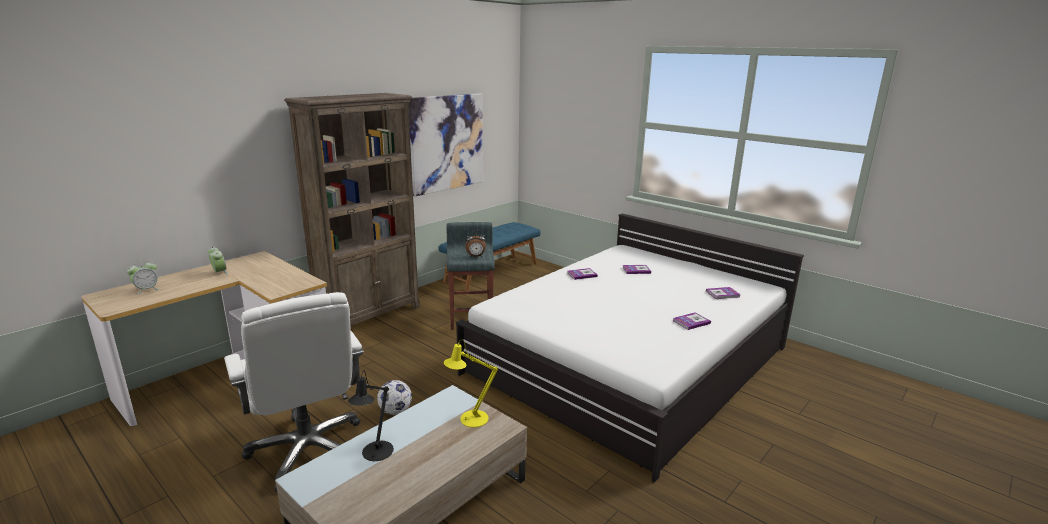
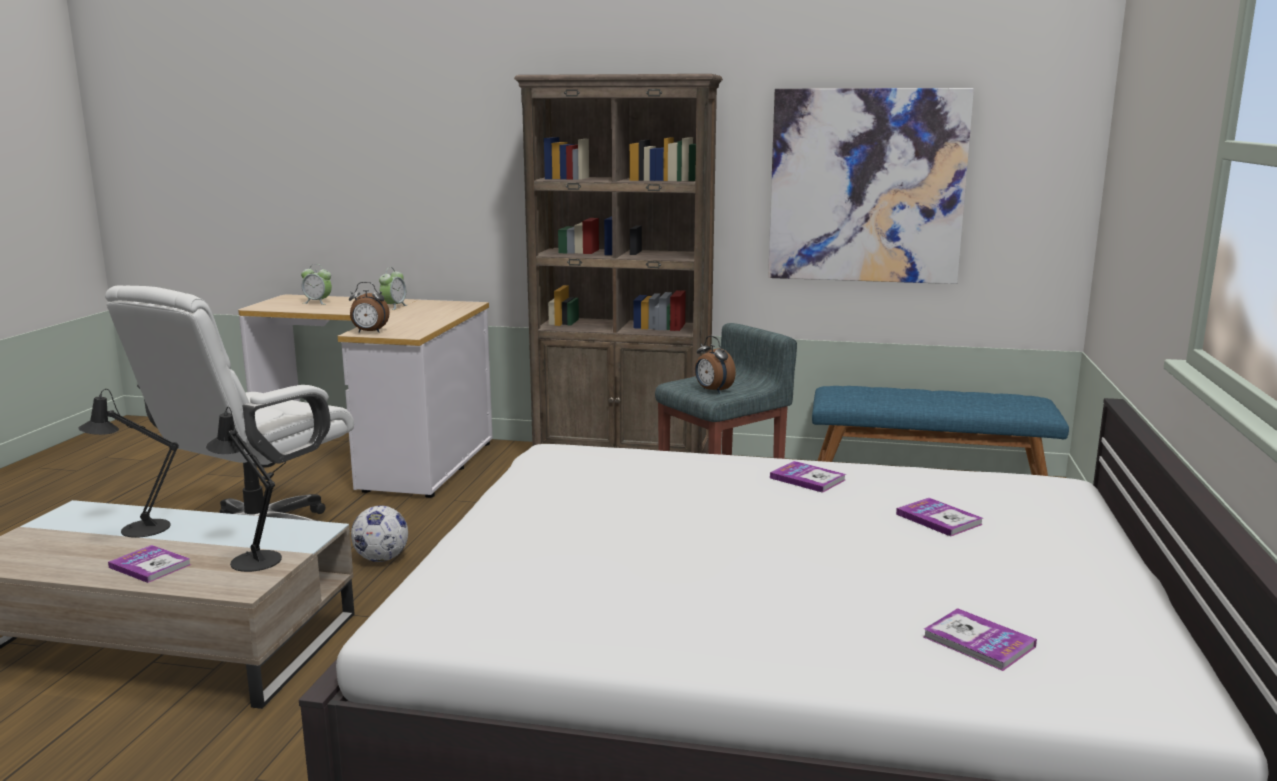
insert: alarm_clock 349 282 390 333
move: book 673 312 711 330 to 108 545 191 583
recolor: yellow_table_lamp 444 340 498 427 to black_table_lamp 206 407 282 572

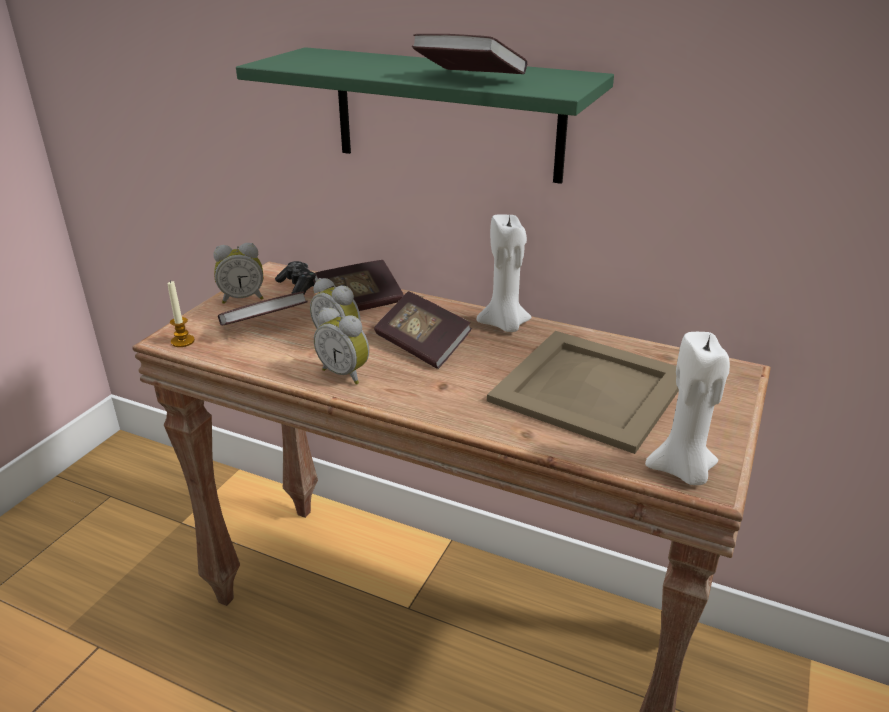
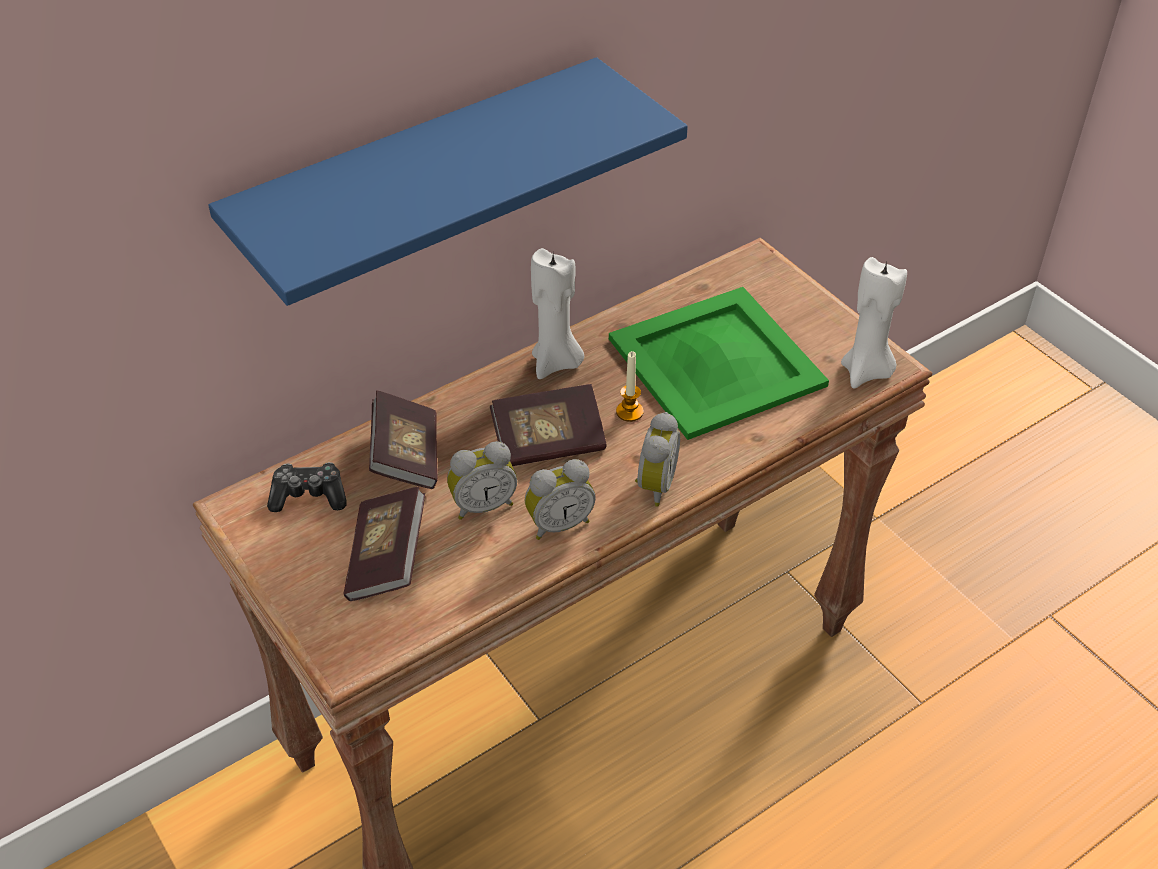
delete: book 412 34 527 74
move: candle 168 280 195 347 to 616 351 644 422; alarm_clock 213 243 263 304 to 635 412 680 507
recolor: green_shelf 236 47 614 184 to blue_shelf 208 57 688 306; beige_tray 487 331 679 454 to green_tray 609 287 829 440

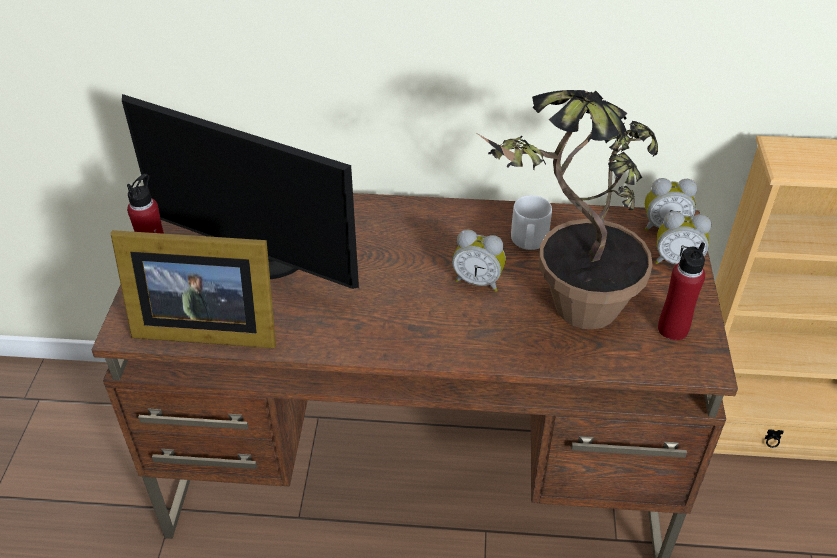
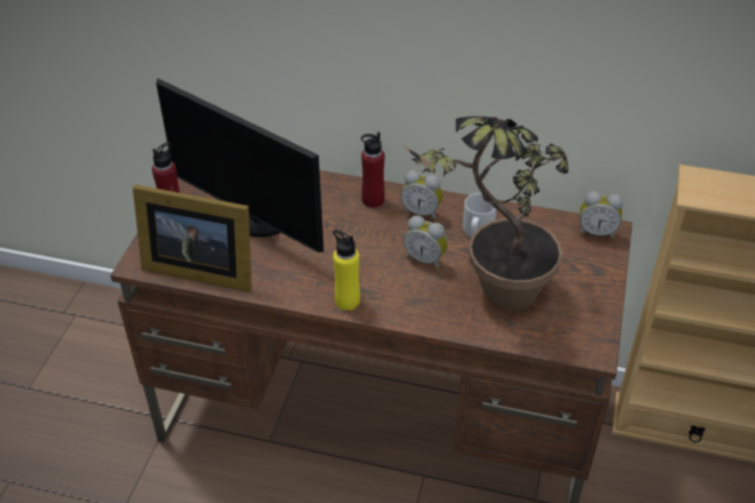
insert: yellow_bottle 333 230 360 311
move: alarm_clock 655 211 711 265 to 401 170 443 220; red_bottle 658 242 705 340 to 361 132 385 208

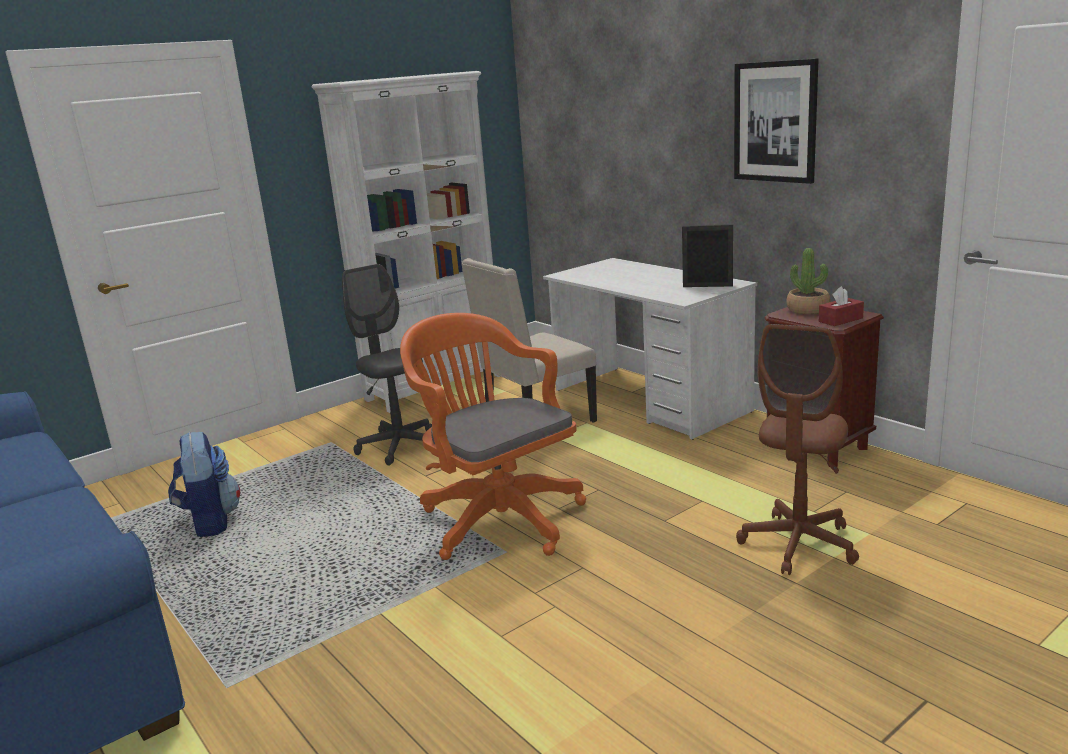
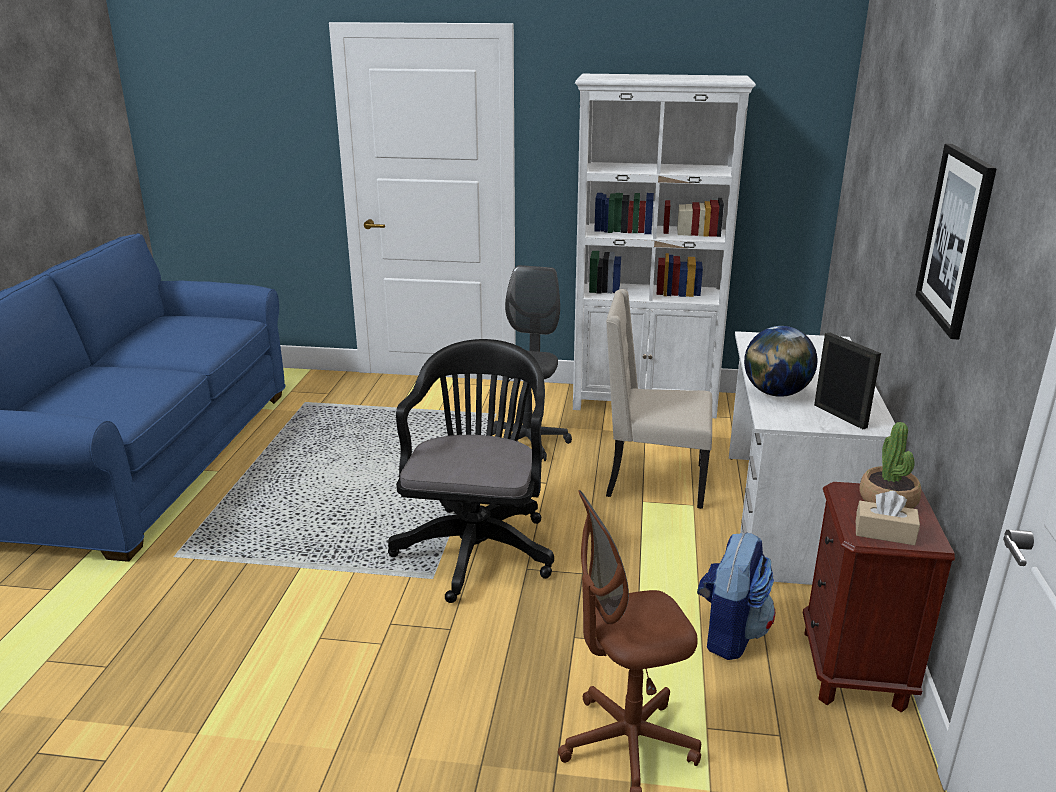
insert: globe 744 326 817 397
move: backpack 168 432 241 537 to 697 532 775 660
recolor: orange_office_chair 400 313 586 560 to black_office_chair 388 339 554 603; red_tissue_box 819 286 864 326 to beige_tissue_box 856 491 920 545

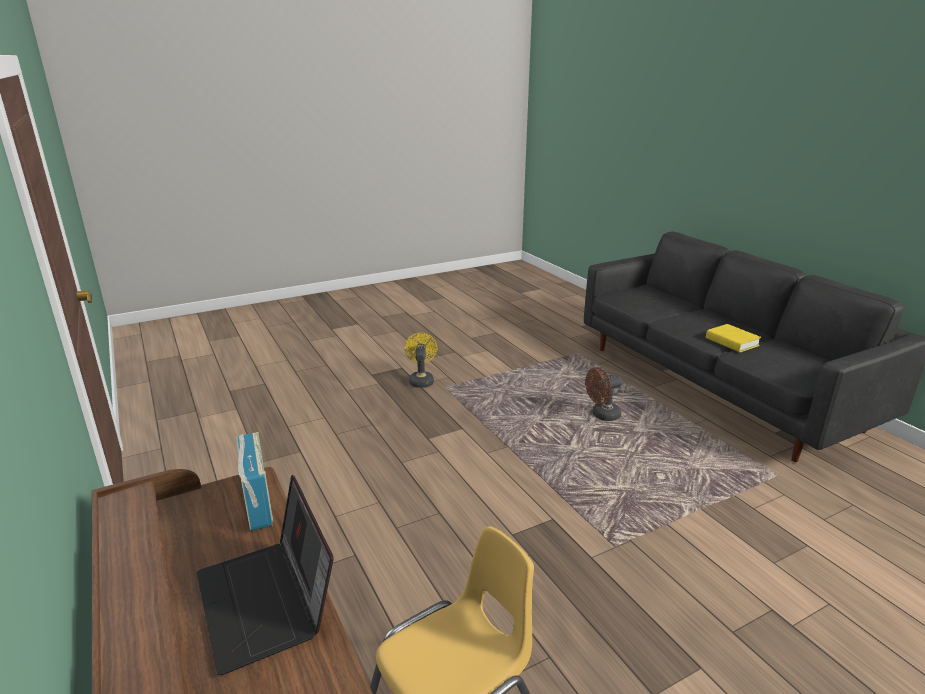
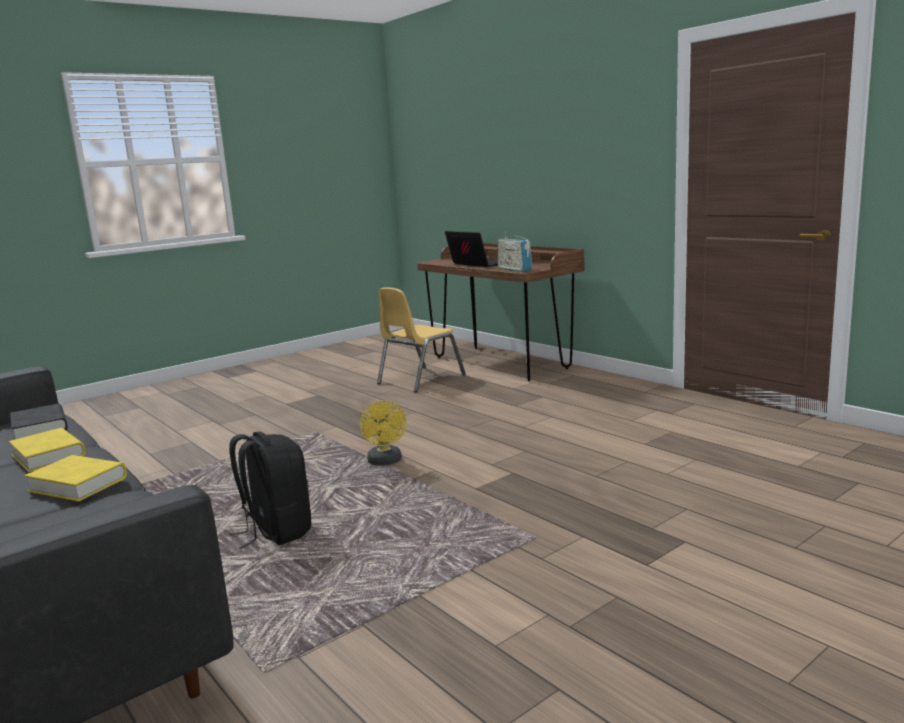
insert: black_book 10 404 68 440; yellow_book 24 455 127 502
move: yellow_fan 404 333 437 388 to 360 401 407 465
replace: brown_fan 585 368 622 421 to black_backpack 229 432 311 549

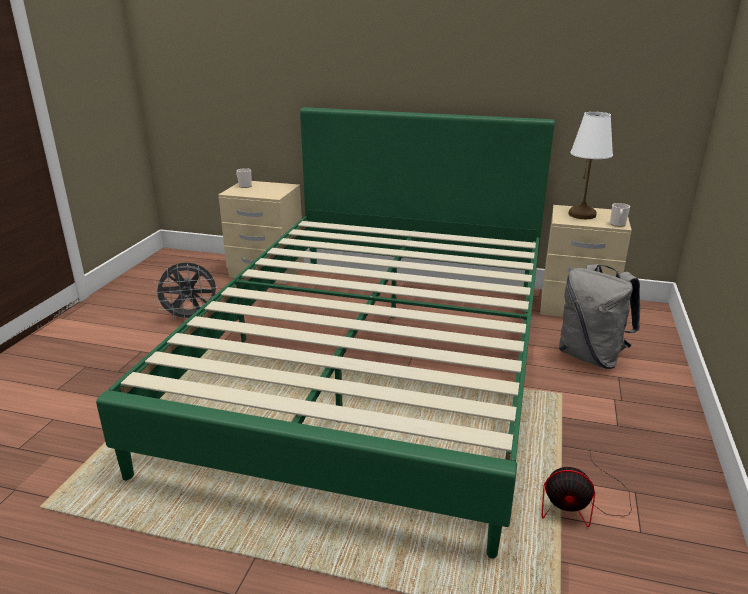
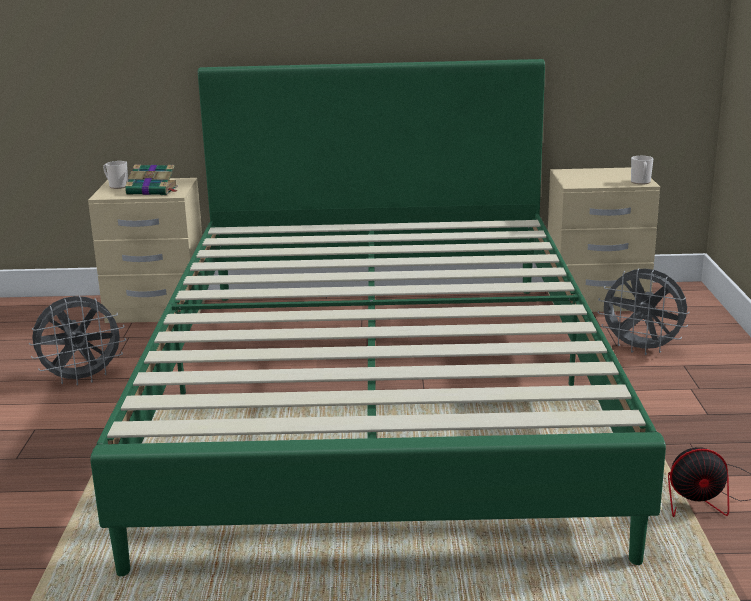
delete: white_table_lamp 568 112 613 219
insert: book 125 164 178 195
replace: grey_backpack 559 264 640 369 to grey_fan 597 268 689 355

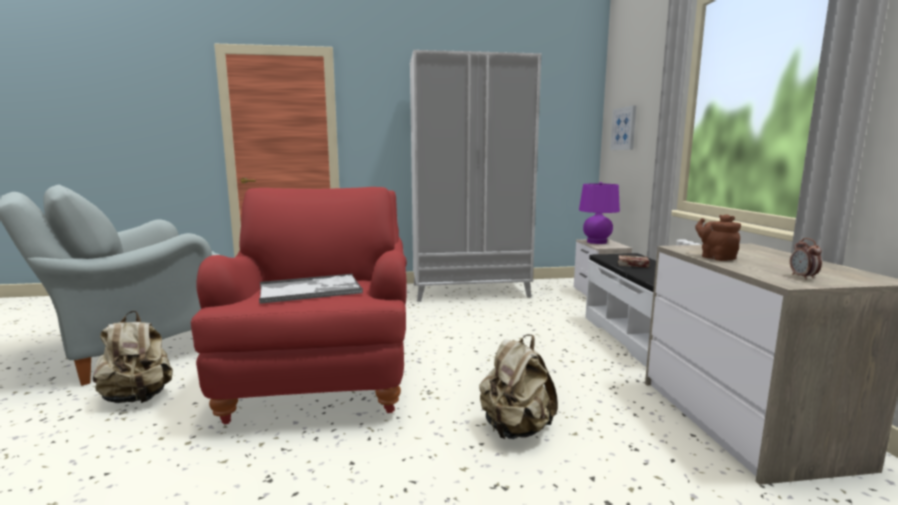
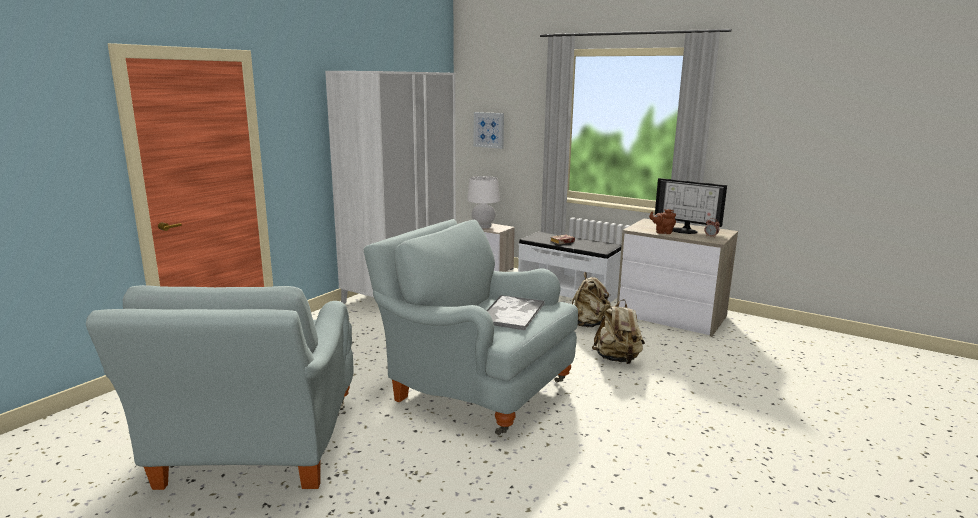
insert: monitor 655 178 727 234
move: beige_backpack 93 311 173 403 to 572 272 611 327
recolor: red_armchair 191 187 407 424 to grey_armchair 364 219 578 435; purple_table_lamp 579 182 620 244 to white_table_lamp 467 176 500 228

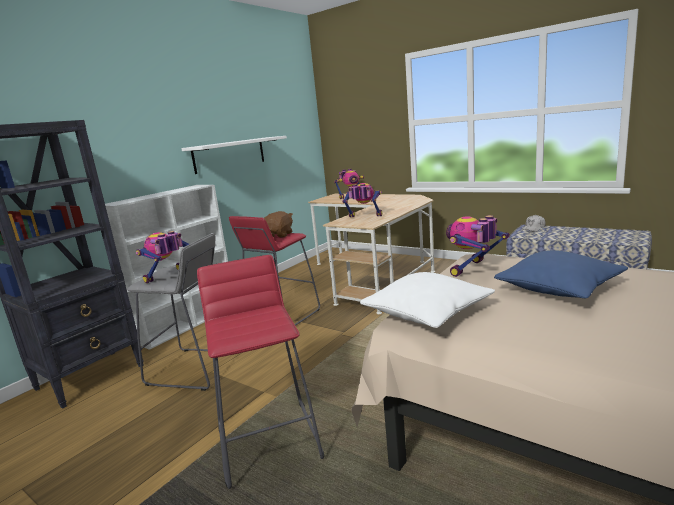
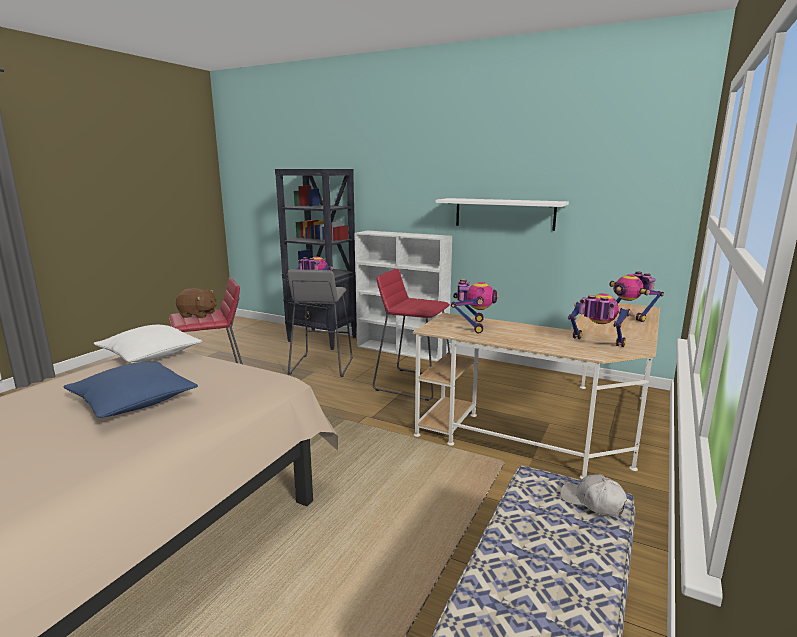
move: brown_plush_toy 264 211 293 237 to 176 288 217 318; toy_robot 446 215 510 277 to 568 294 632 347

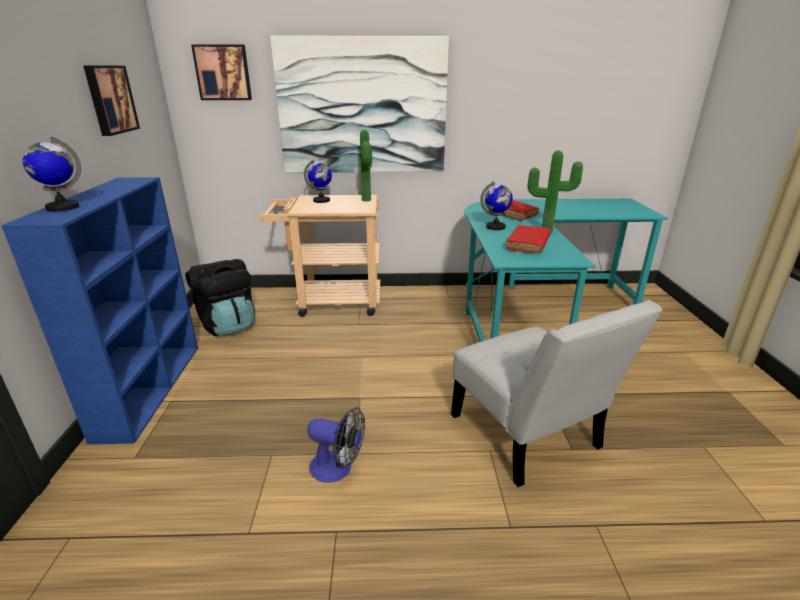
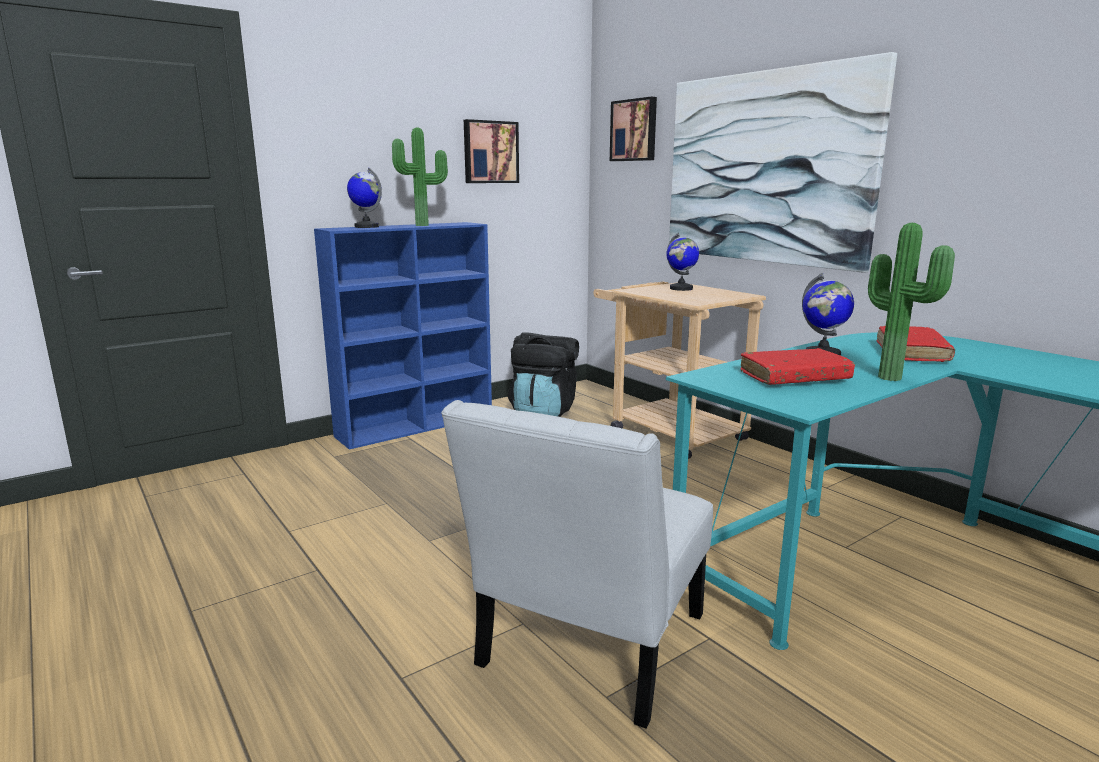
delete: fan 307 407 365 483
move: potted_plant 360 130 372 202 to 392 128 448 226

